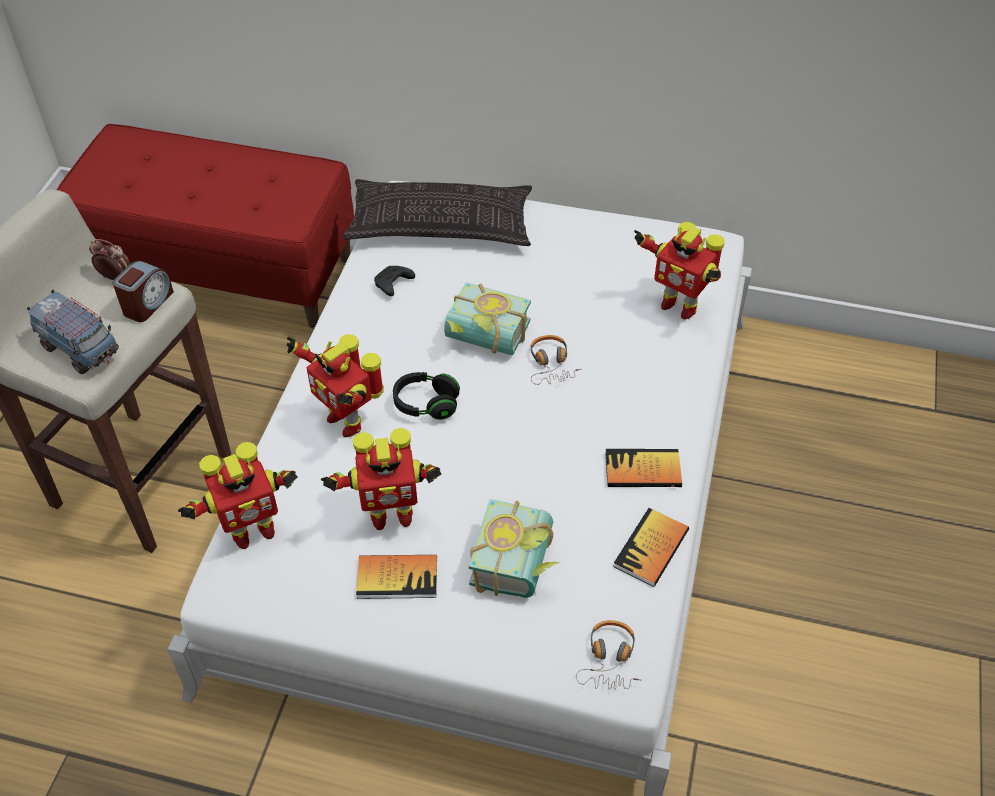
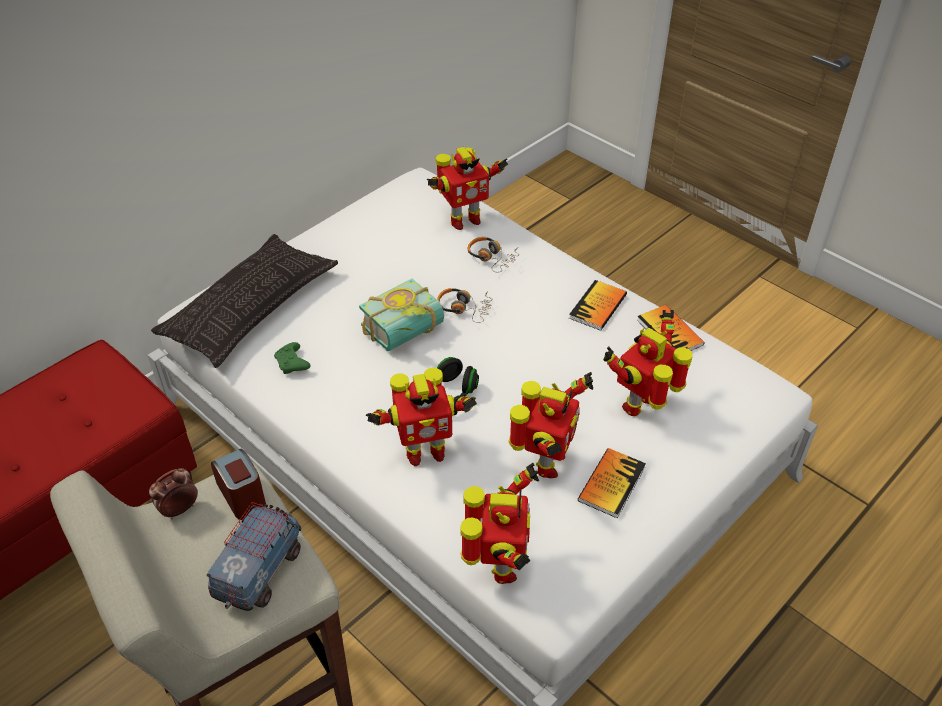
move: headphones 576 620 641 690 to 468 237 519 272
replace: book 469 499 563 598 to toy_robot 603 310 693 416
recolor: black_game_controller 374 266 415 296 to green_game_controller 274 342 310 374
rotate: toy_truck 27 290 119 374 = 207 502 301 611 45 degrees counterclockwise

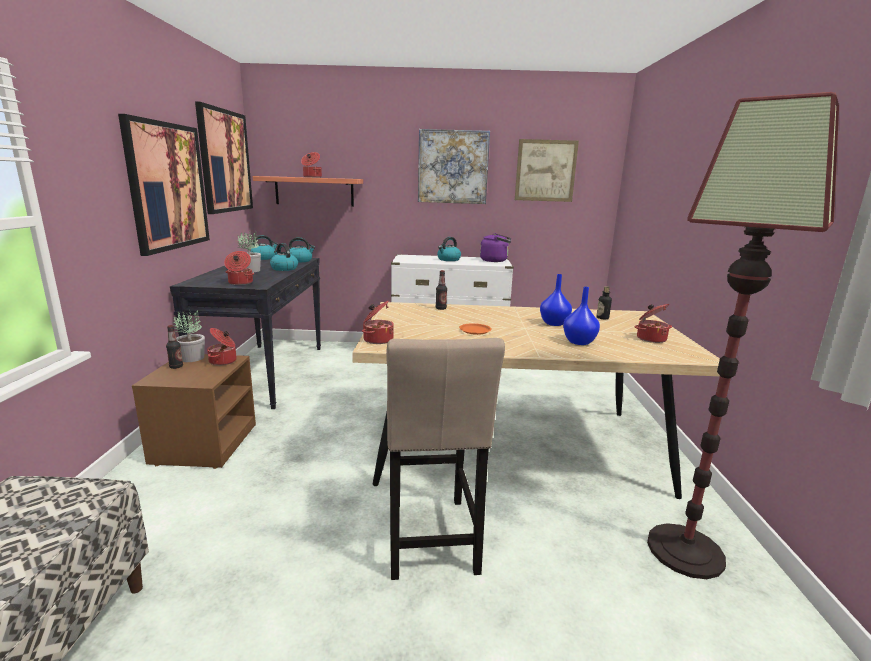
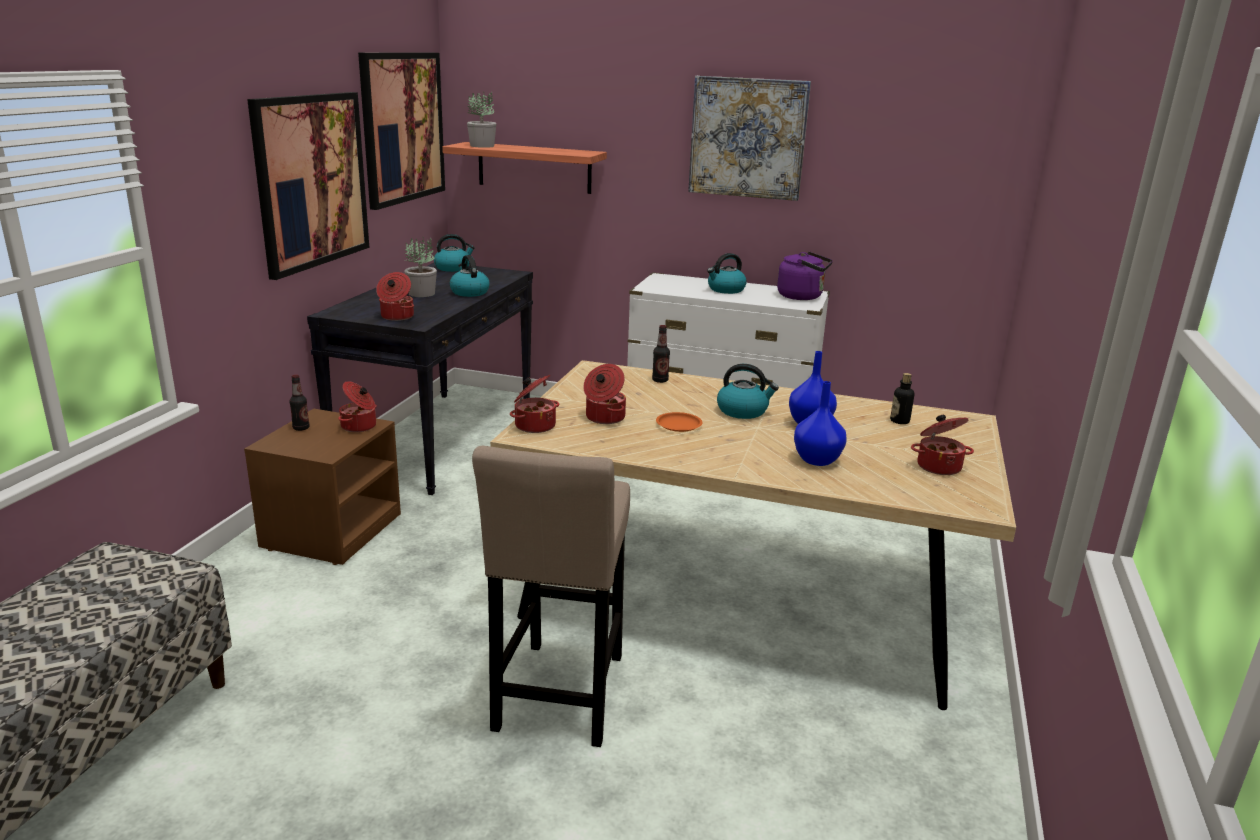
delete: picture 515 139 579 202; floor_lamp 647 92 839 579
move: potted_plant 173 310 205 362 to 467 91 496 148; kettle 289 237 315 262 to 717 364 779 419; cooking_pot 301 152 322 178 to 583 364 626 424

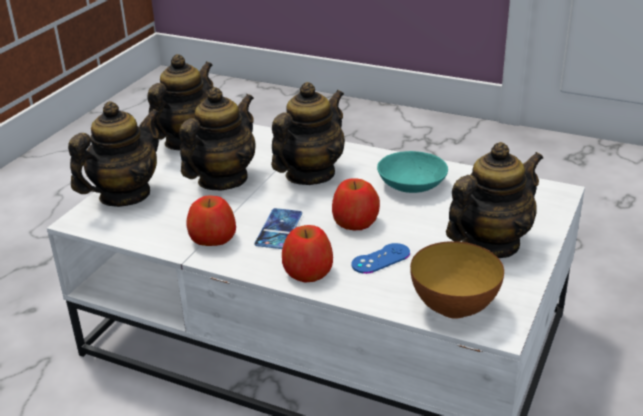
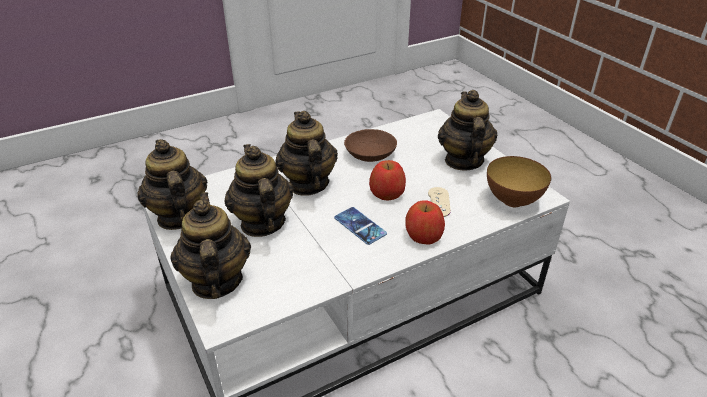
delete: apple 186 195 236 246
recolor: blue_game_controller 351 243 410 274 to beige_game_controller 428 187 451 217; turquoise_bowl 377 151 448 193 to brown_bowl 344 129 397 162

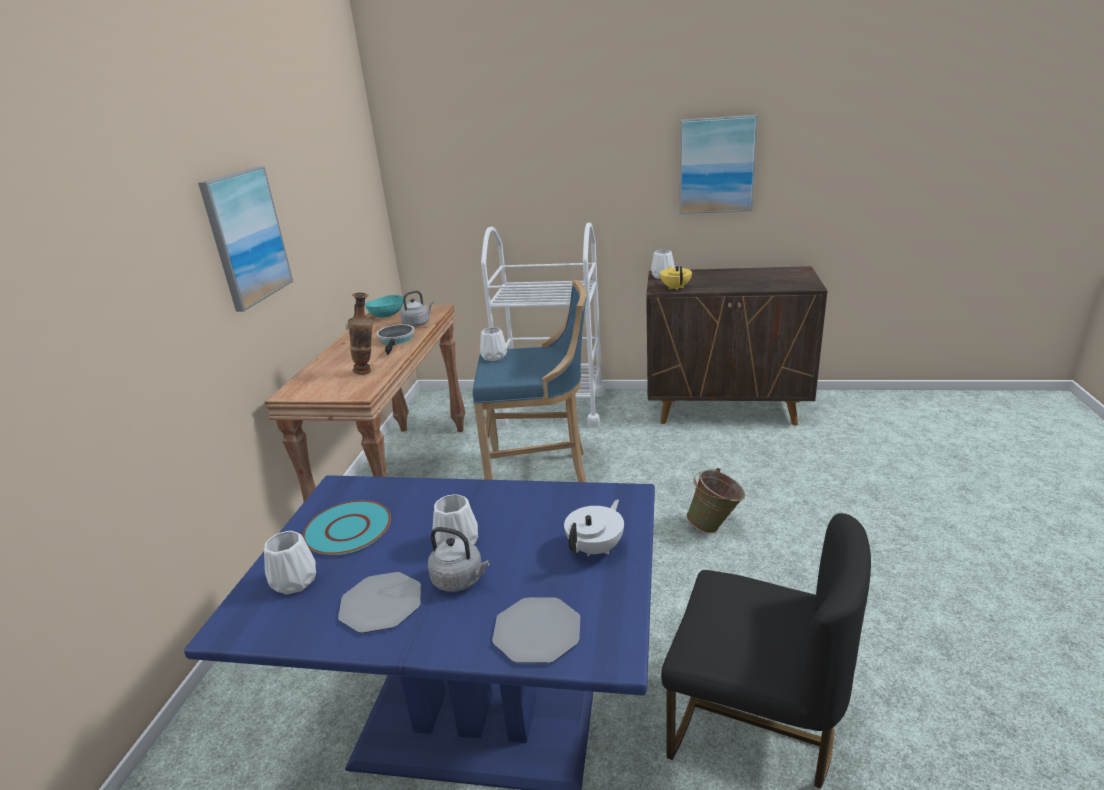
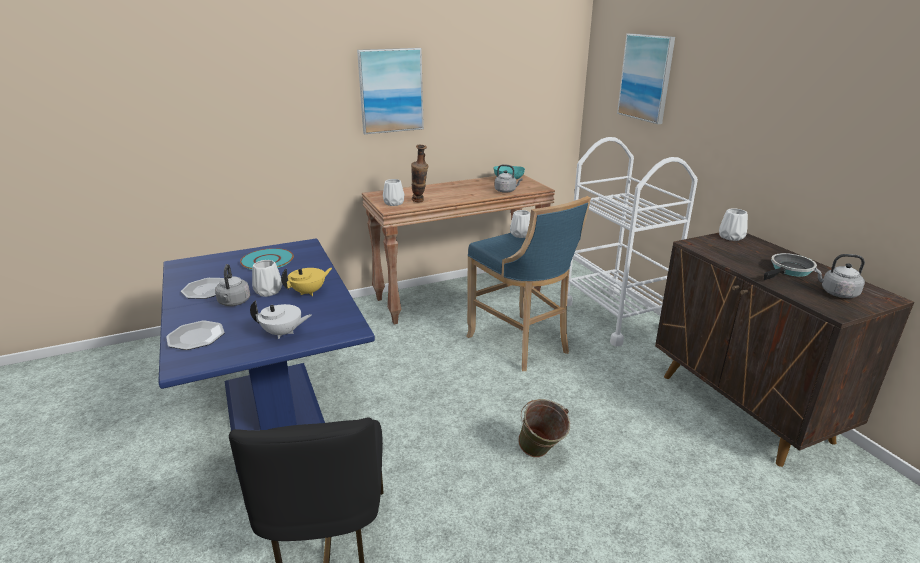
insert: grey_kettle 814 254 865 298
move: white_vase 264 531 316 595 to 383 179 404 206; frying_pan 377 324 415 355 to 764 253 817 280; yellow_teapot 660 266 692 291 to 281 268 332 296; picture 680 115 758 214 to 617 33 675 124

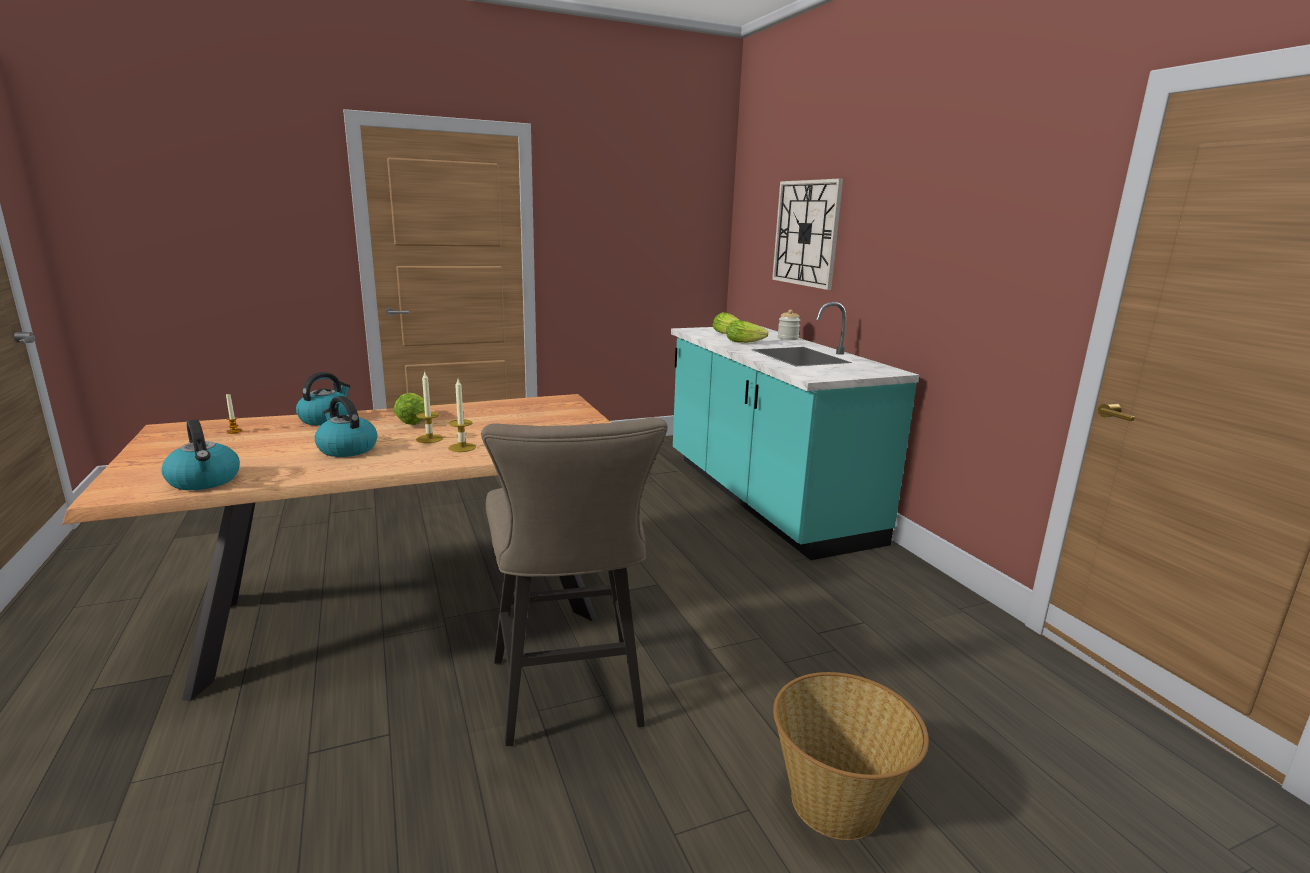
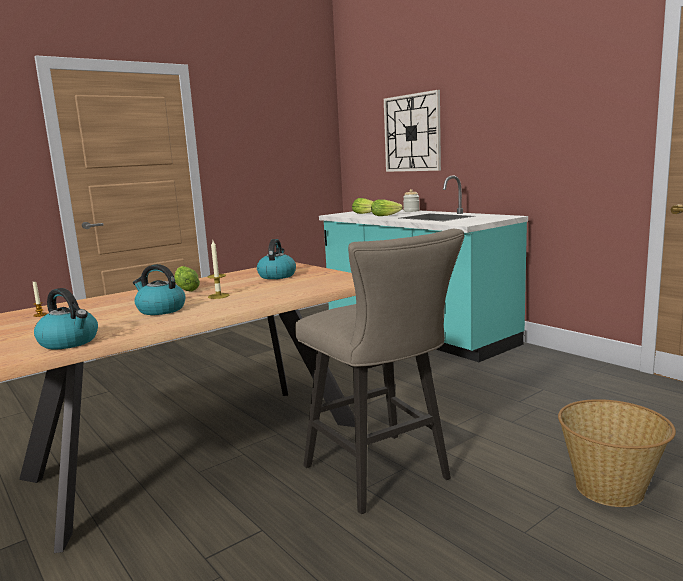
delete: candle 448 379 476 452
move: kettle 296 372 350 425 to 257 239 296 279

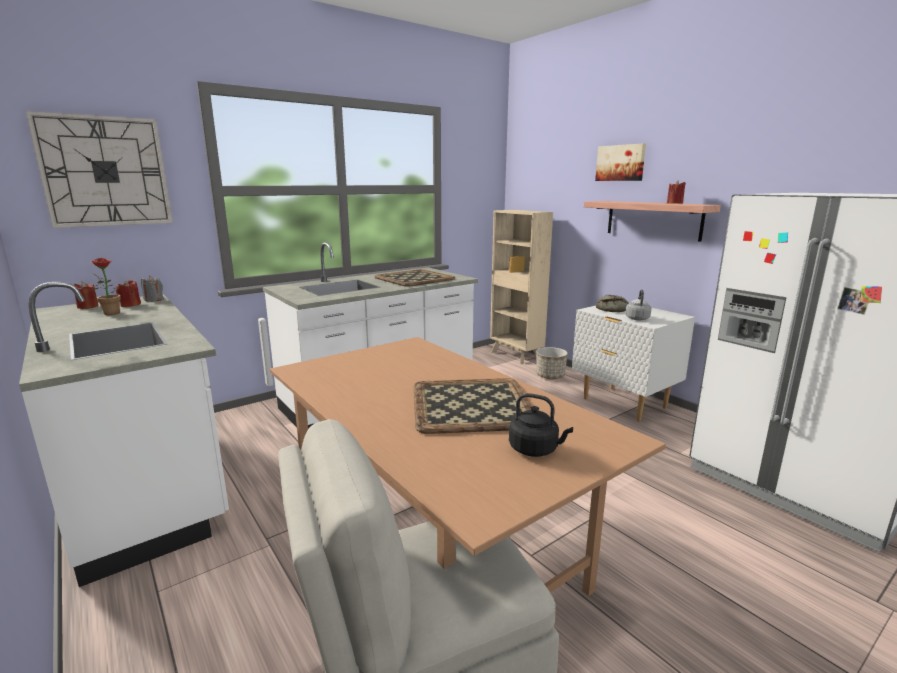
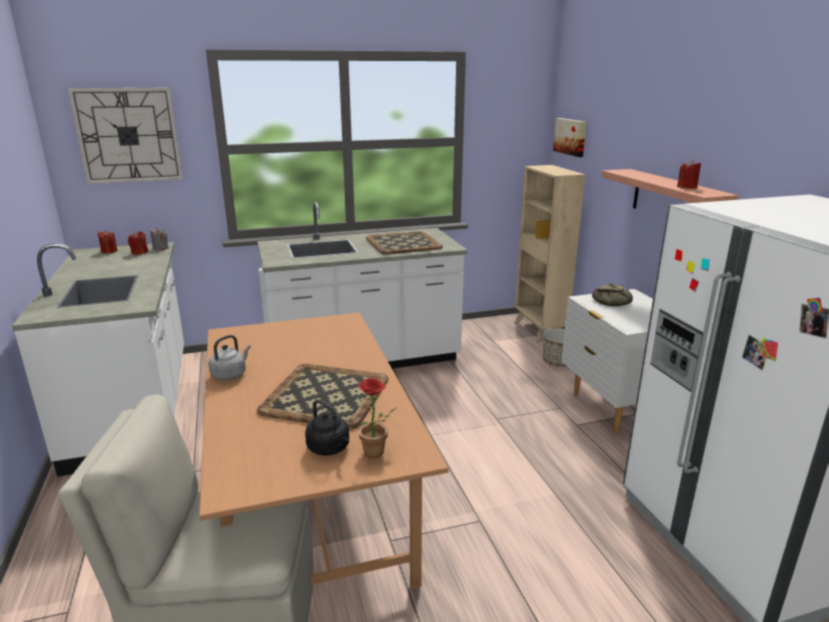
move: potted_plant 91 258 128 315 to 356 378 397 458; picture 595 143 646 181 to 553 118 587 157; grey_kettle 625 289 651 320 to 208 335 251 380

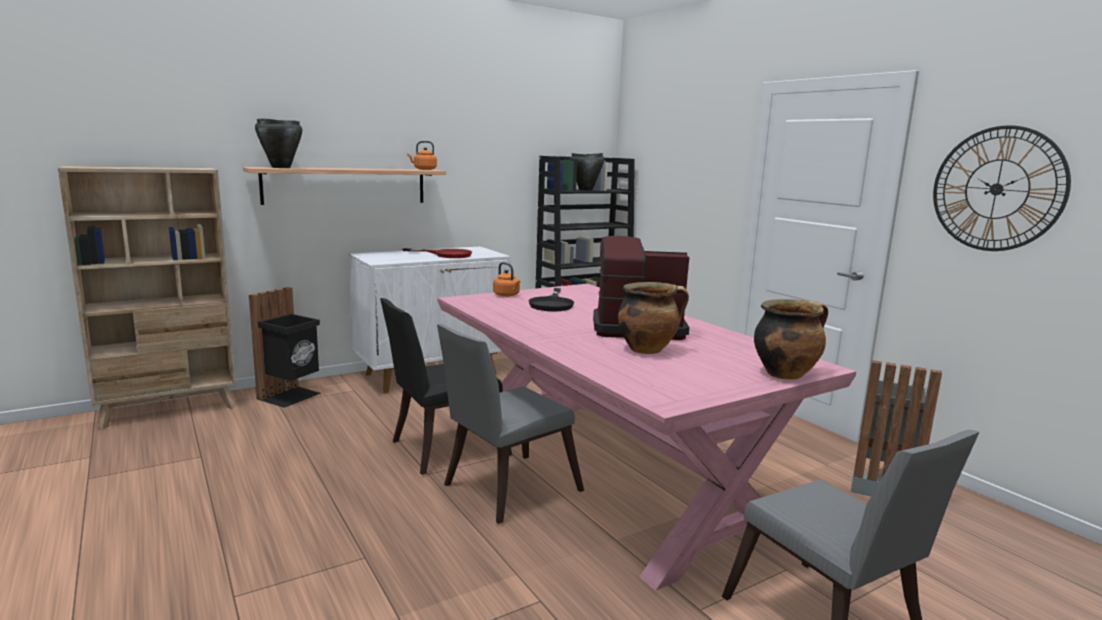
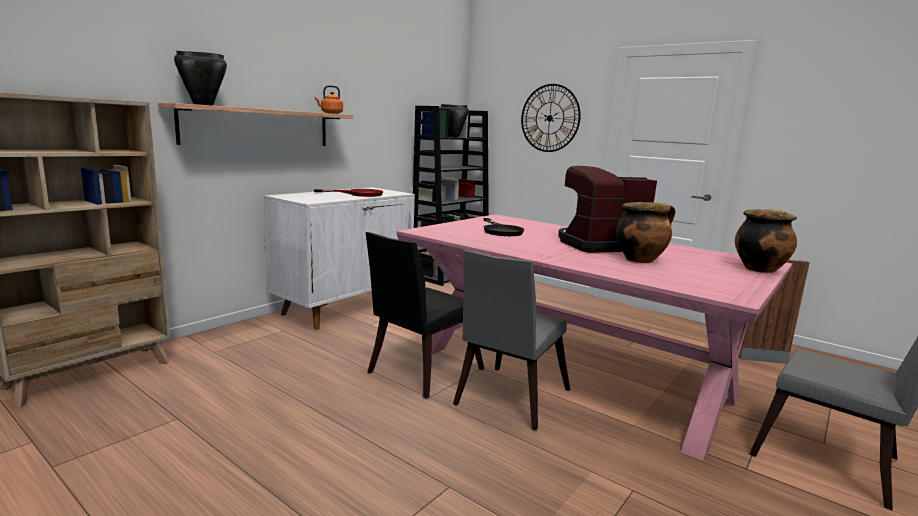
delete: black_trash_can 249 287 321 408; orange_kettle 493 262 520 297
move: wall_clock 933 125 1071 251 to 521 84 581 152

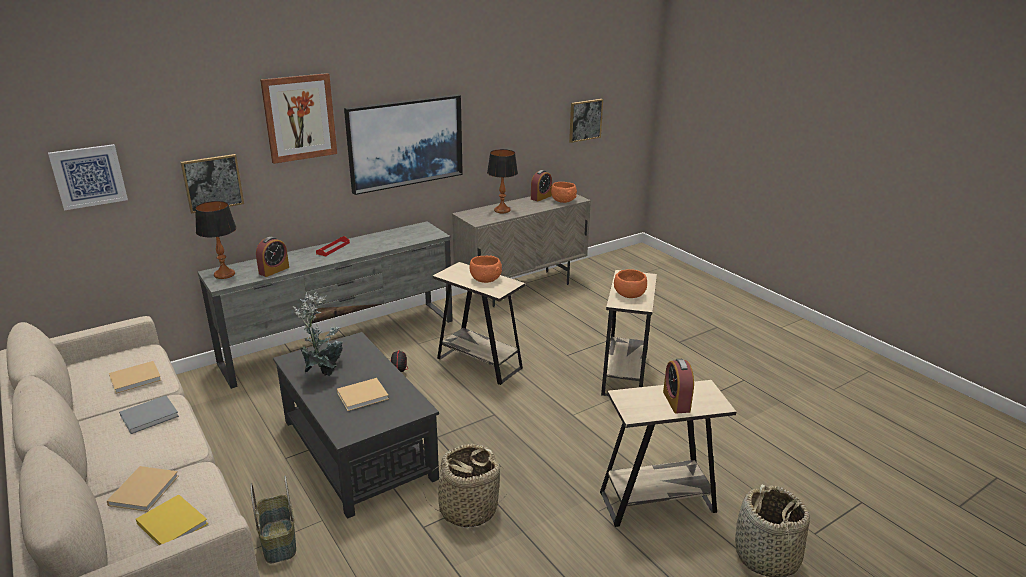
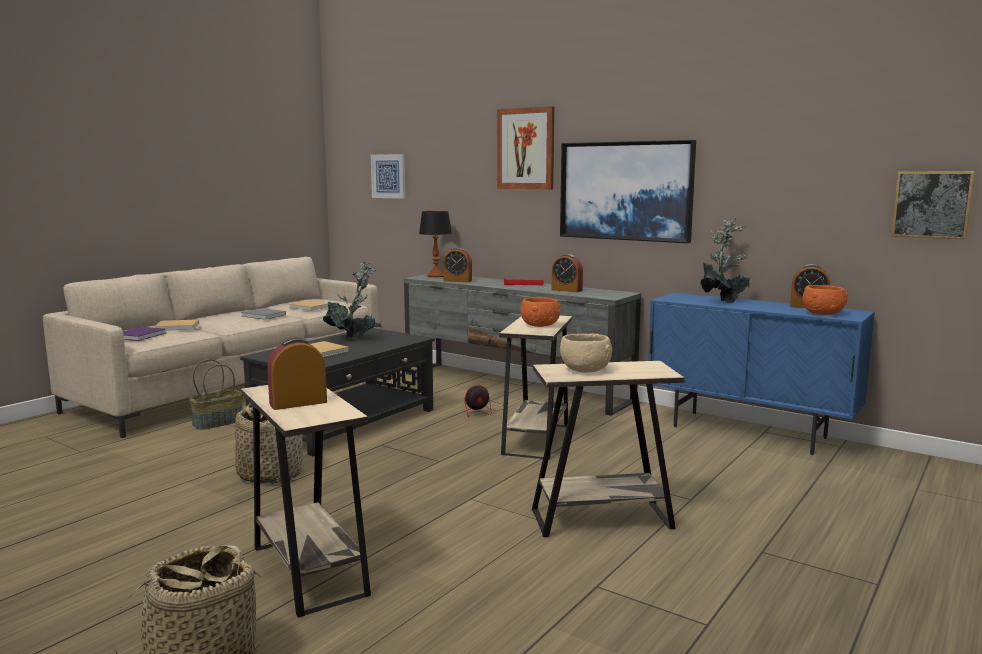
delete: picture 180 154 244 214
insert: alarm_clock 552 254 583 292
replace: table_lamp 487 149 518 213 to potted_plant 700 218 751 303
recolor: yellow_book 136 494 208 545 to purple_book 123 327 166 341; beige_cabinet 452 194 591 307 to blue_cabinet 648 293 875 455; orange_bowl 614 269 647 298 to beige_bowl 560 333 612 373

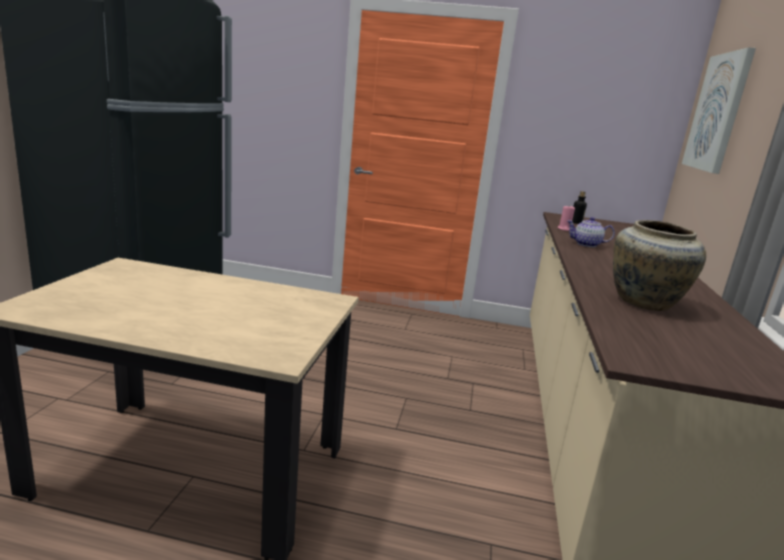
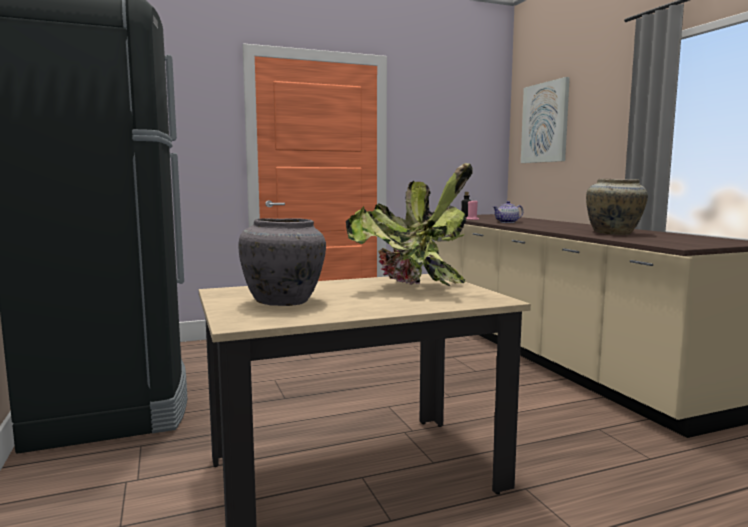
insert: grey_vase 238 218 326 306; potted_plant 346 163 472 286

